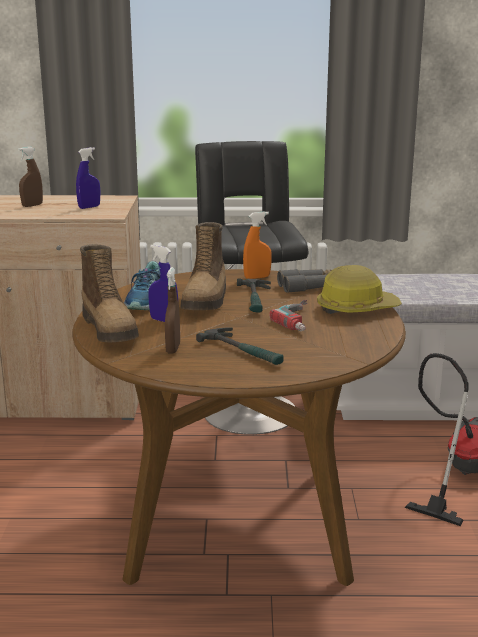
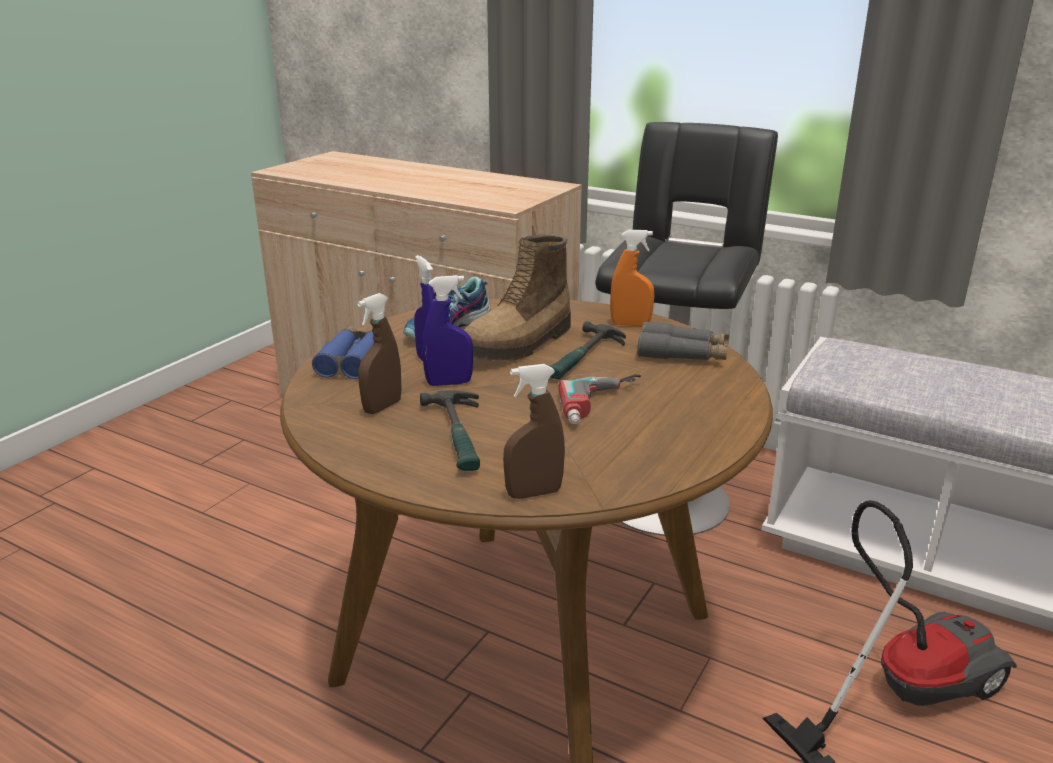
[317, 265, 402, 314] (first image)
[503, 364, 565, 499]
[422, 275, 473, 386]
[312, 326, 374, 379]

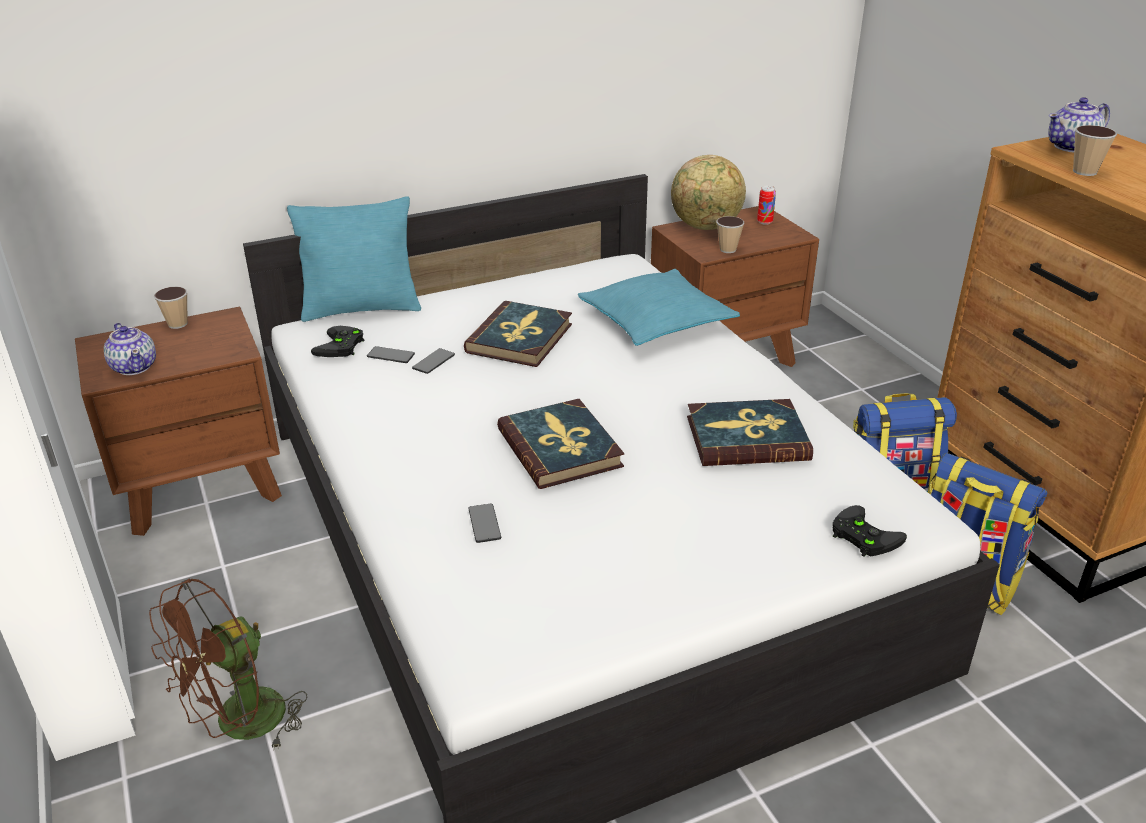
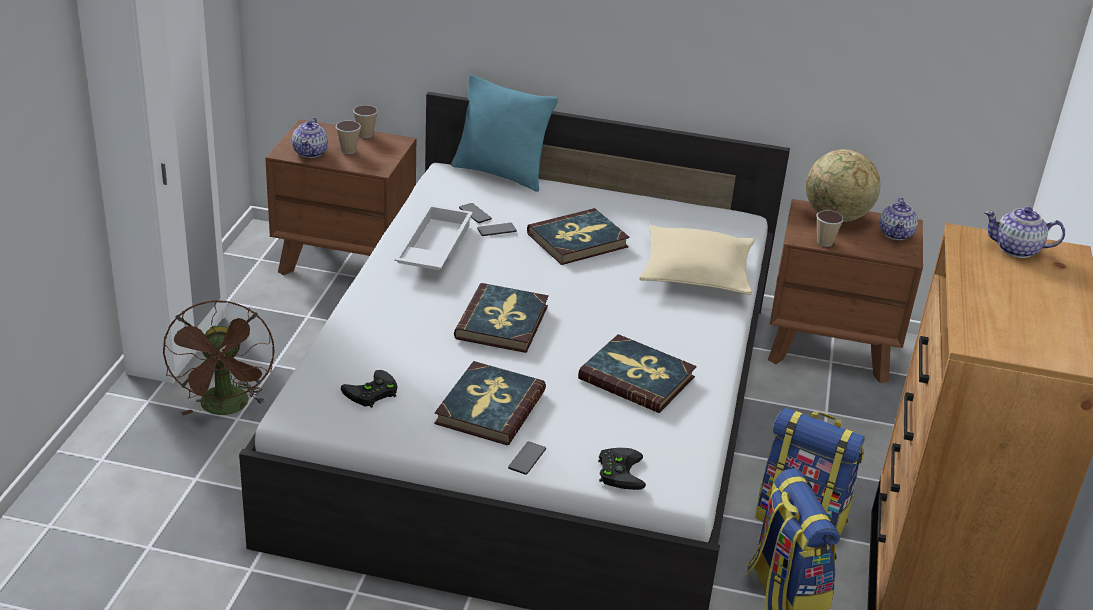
[394, 205, 473, 270]
[434, 361, 546, 445]
[341, 370, 398, 408]
[508, 441, 546, 475]
[335, 121, 361, 154]
[879, 198, 918, 240]
[639, 225, 755, 295]
[163, 300, 275, 415]

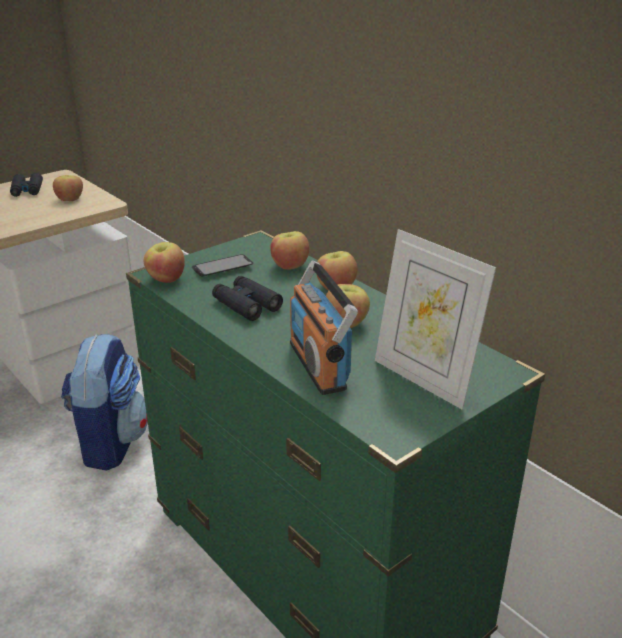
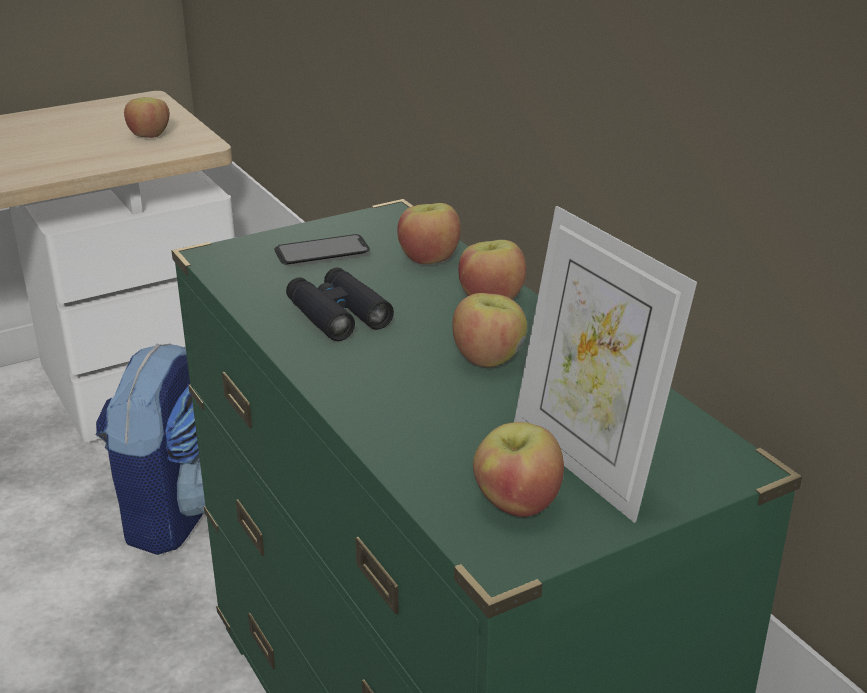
[10, 173, 43, 197] (first image)
[290, 260, 358, 395] (first image)
[473, 422, 564, 517]

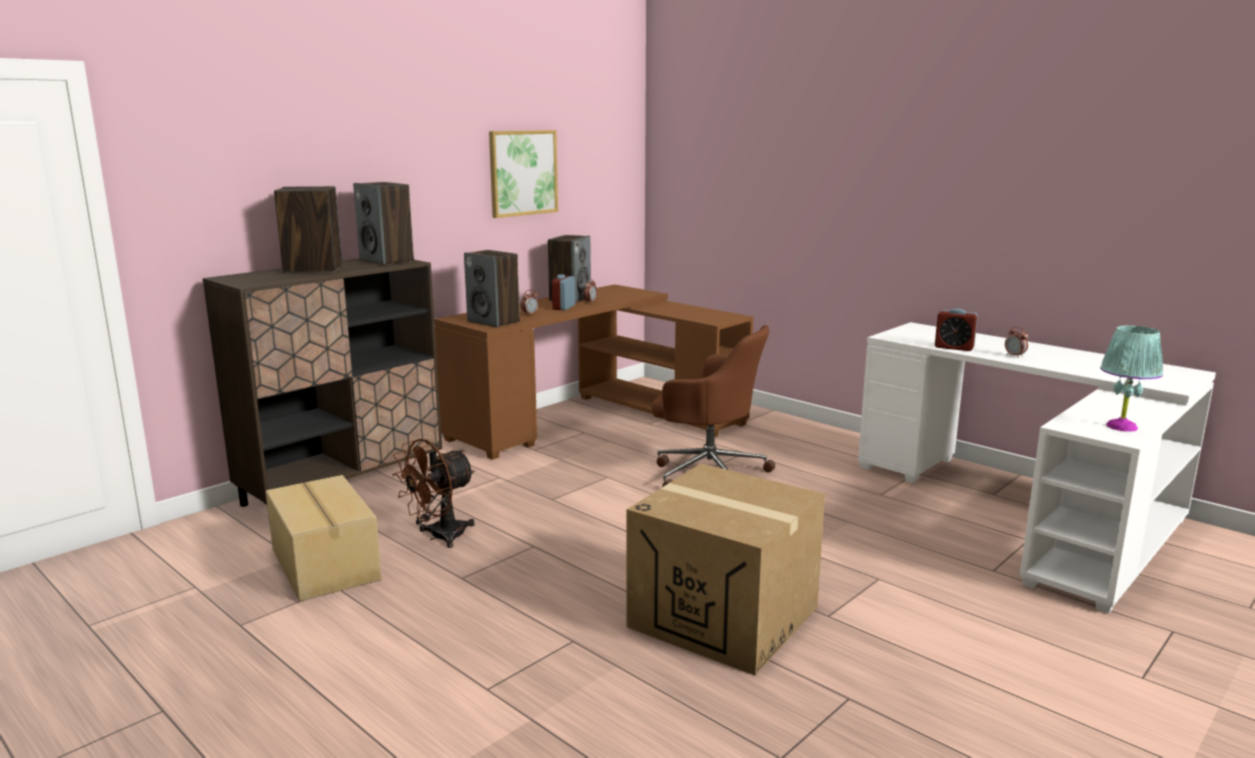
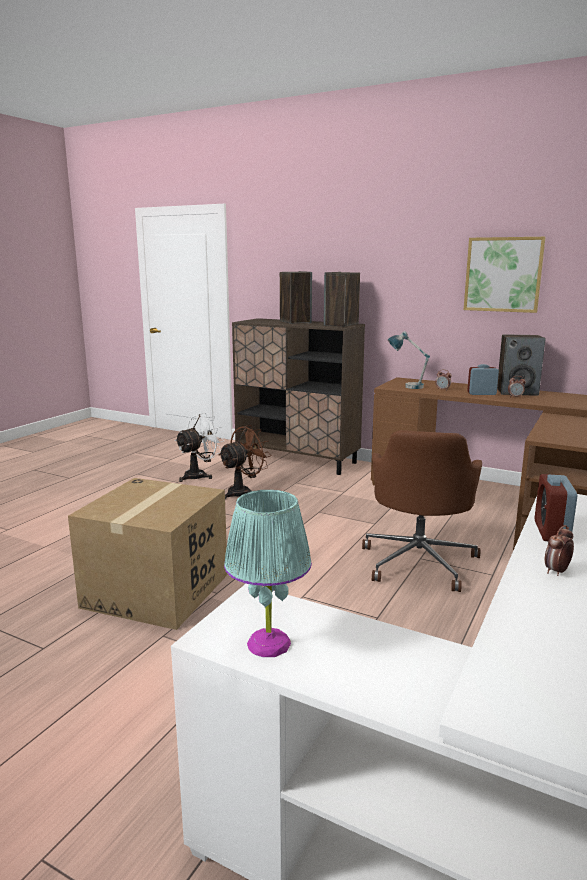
[175, 413, 224, 482]
[388, 331, 430, 389]
[218, 425, 272, 499]

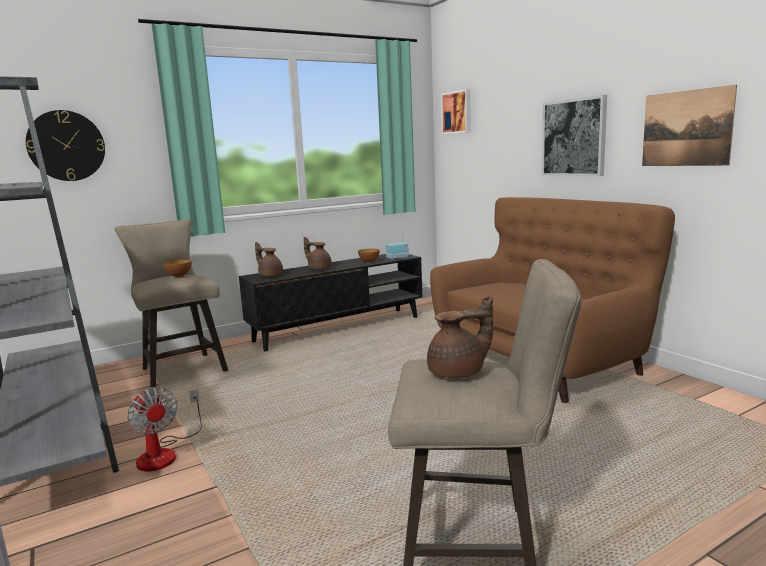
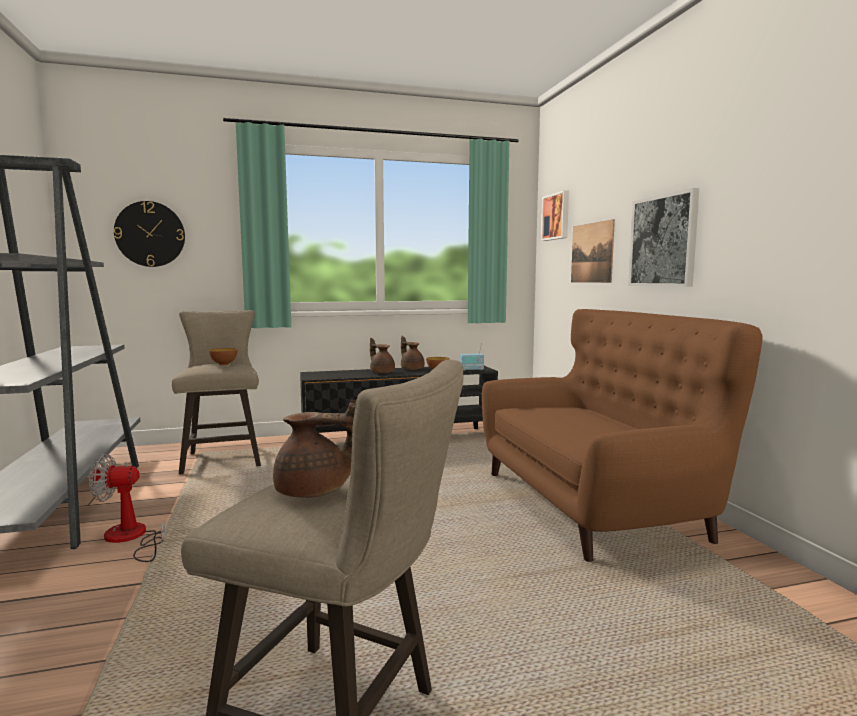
[401, 336, 425, 370]
[571, 219, 615, 283]
[89, 454, 165, 562]

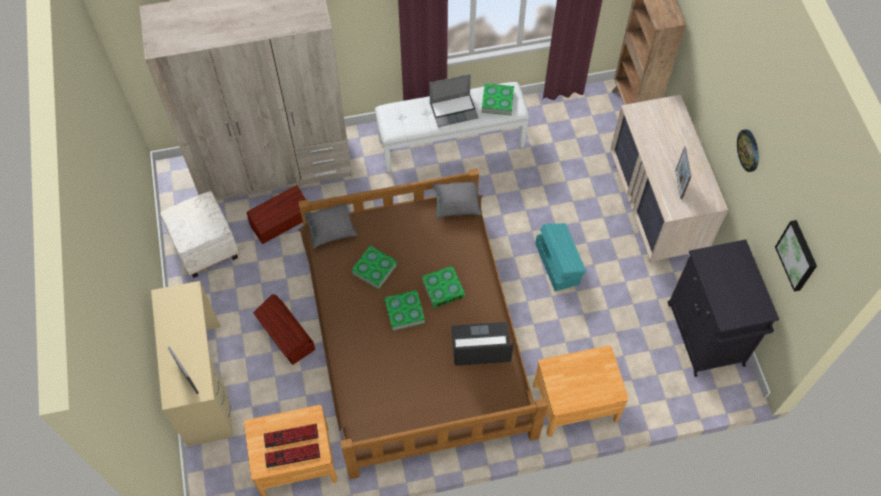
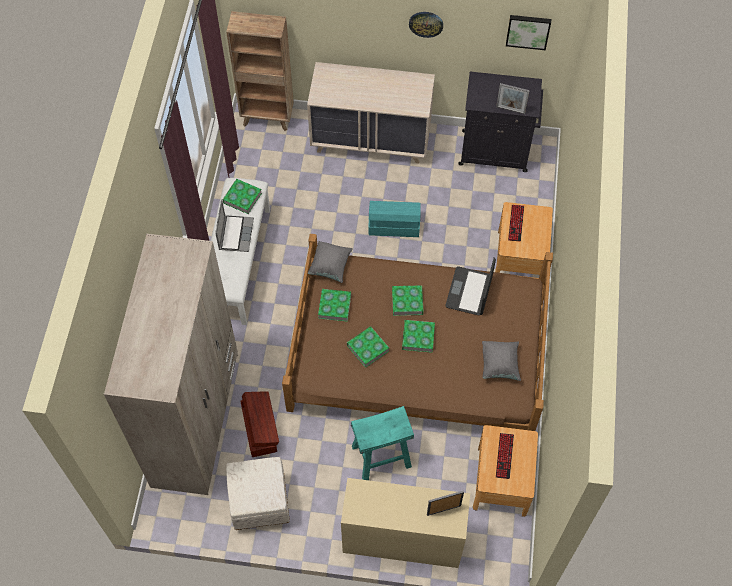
[318, 289, 351, 322]
[508, 205, 524, 241]
[482, 341, 521, 381]
[496, 83, 530, 114]
[351, 406, 414, 480]

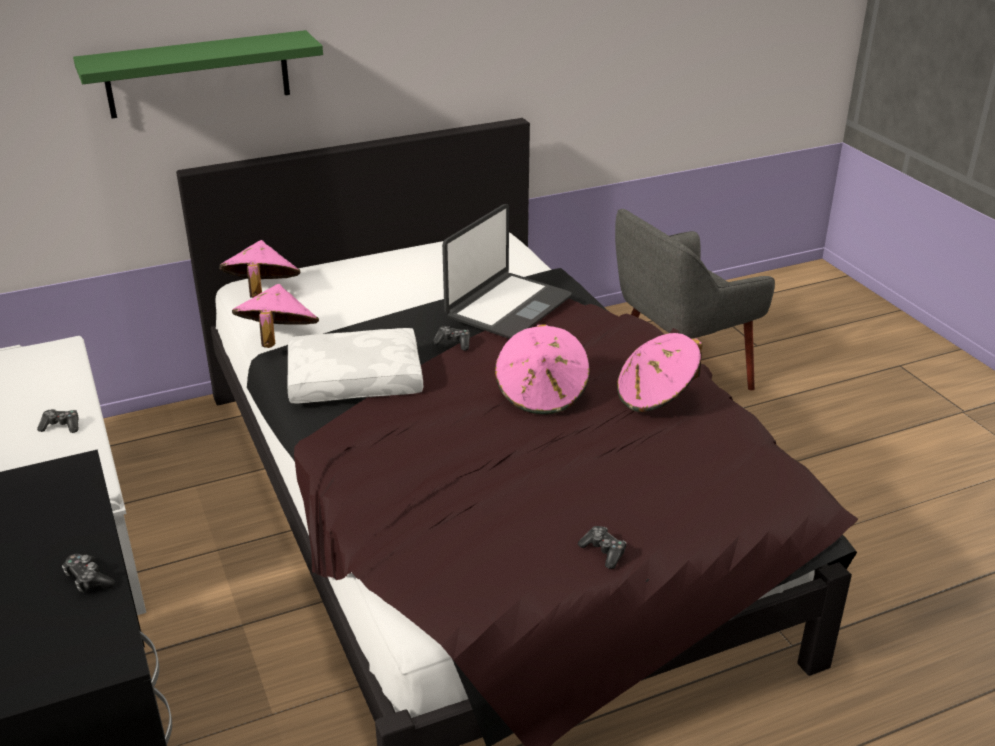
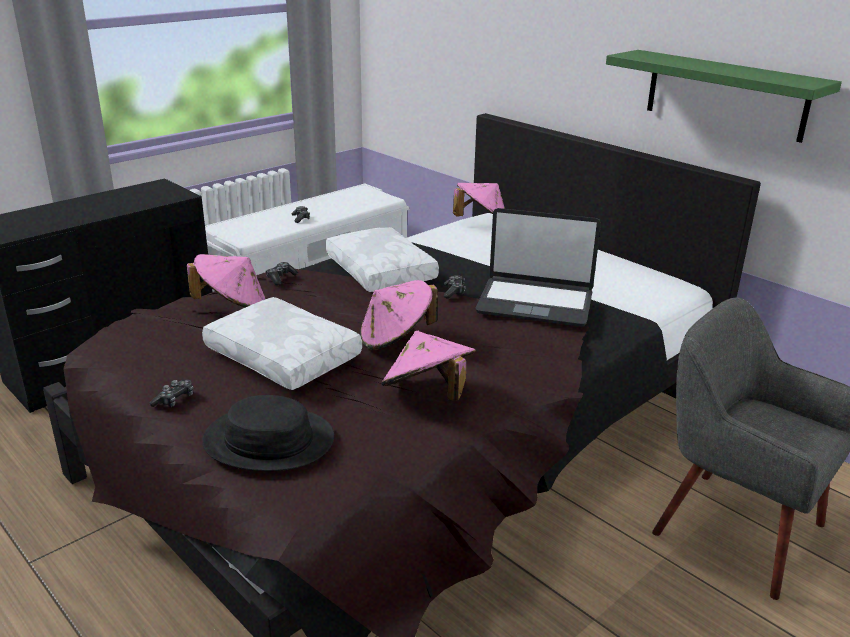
[202, 297, 362, 390]
[202, 395, 334, 471]
[265, 262, 298, 285]
[606, 50, 842, 143]
[187, 254, 266, 308]

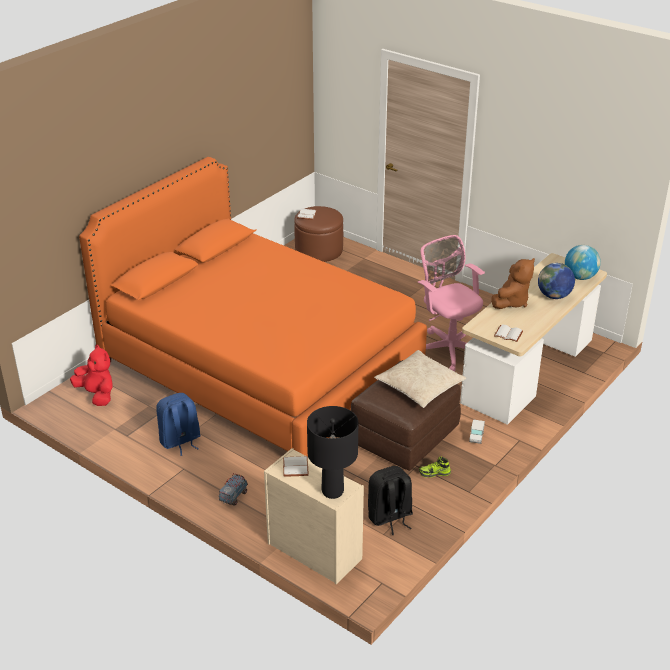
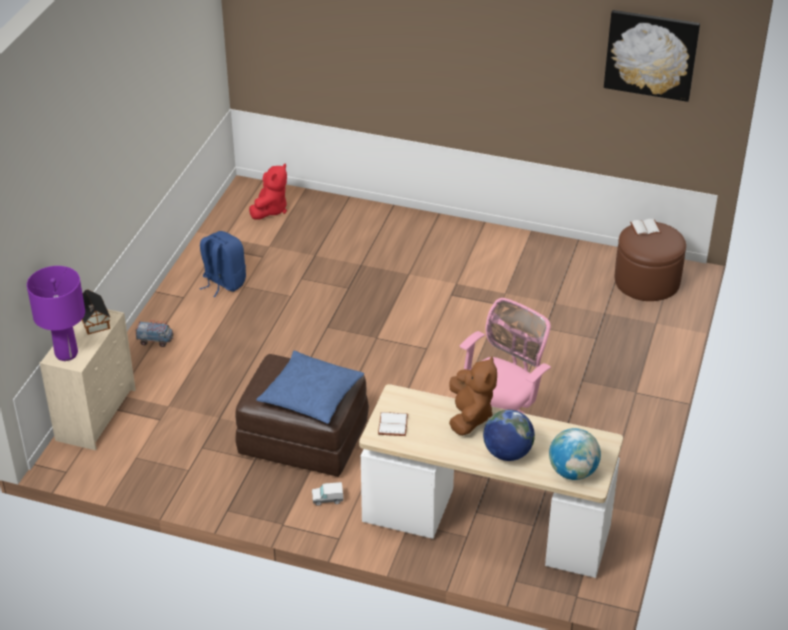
[79, 157, 427, 456] (first image)
[368, 466, 413, 535] (first image)
[419, 457, 451, 478] (first image)
[604, 10, 700, 102]
[82, 289, 111, 334]
[27, 266, 85, 361]
[256, 351, 364, 424]
[449, 356, 497, 436]

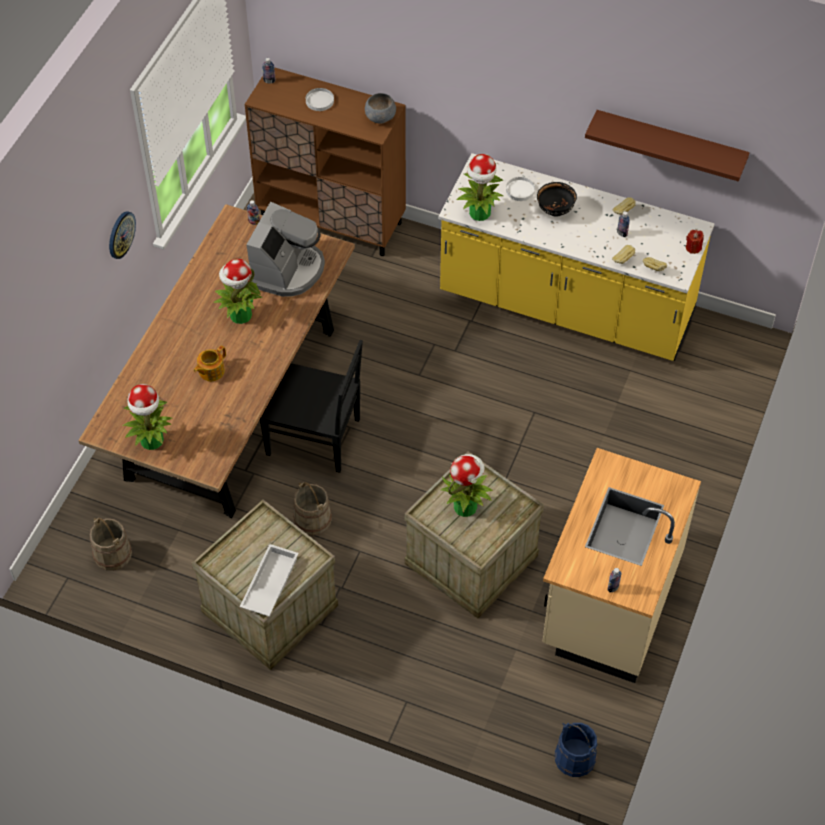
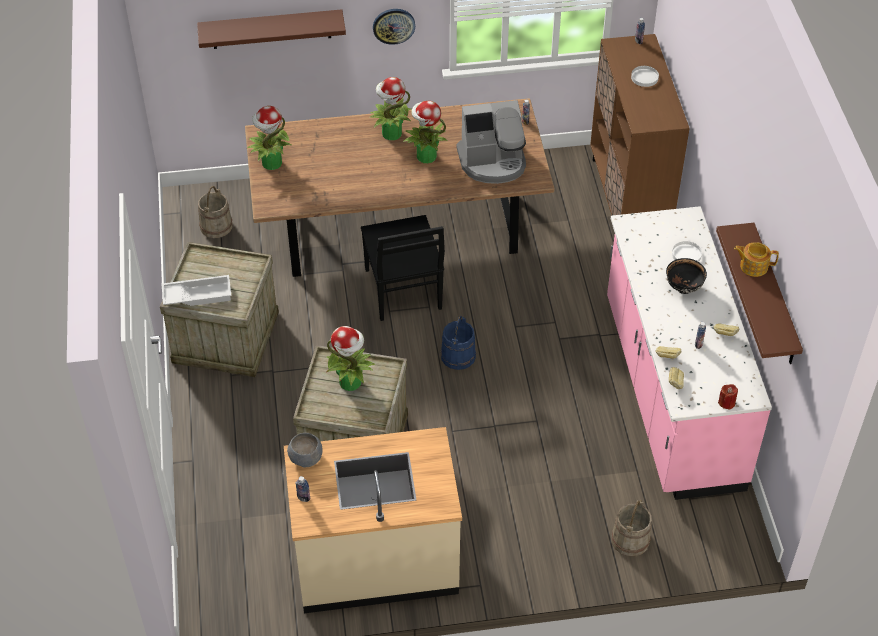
[197, 9, 346, 49]
[734, 242, 779, 277]
[611, 500, 652, 556]
[287, 433, 322, 467]
[369, 77, 411, 140]
[441, 316, 476, 370]
[607, 206, 772, 500]

